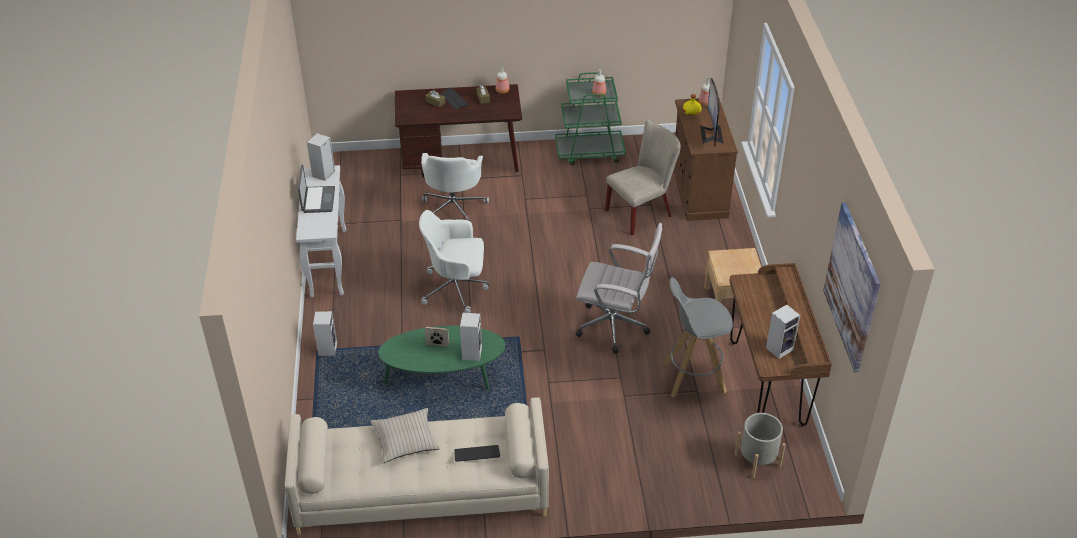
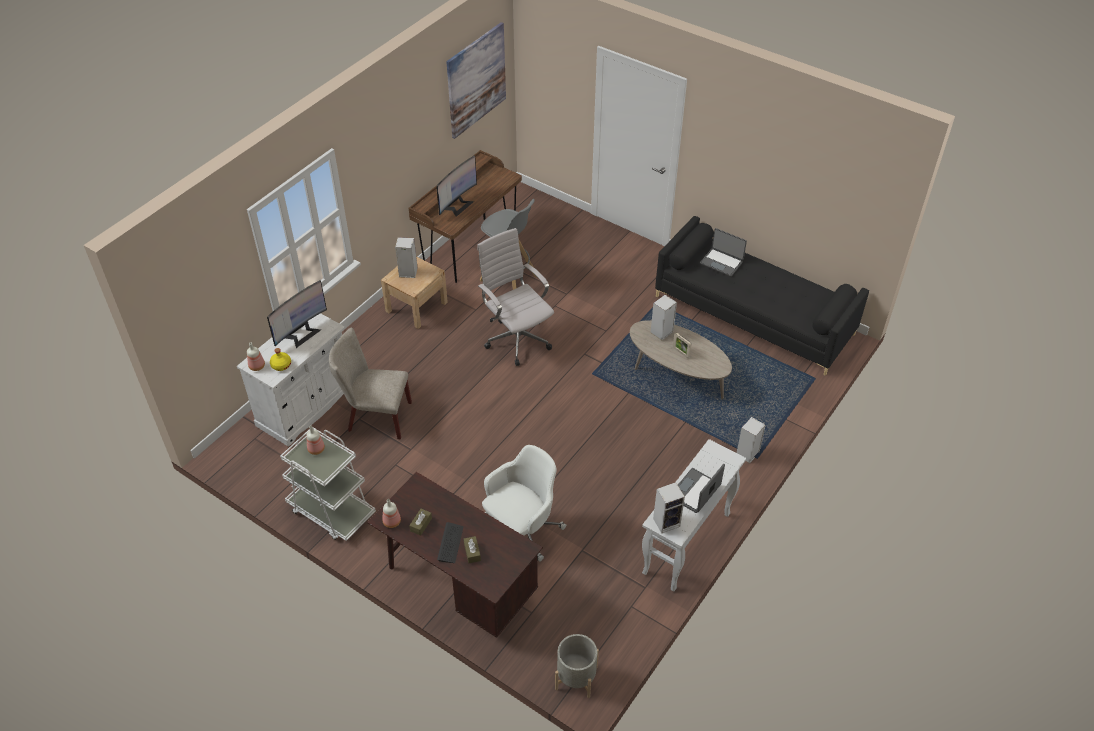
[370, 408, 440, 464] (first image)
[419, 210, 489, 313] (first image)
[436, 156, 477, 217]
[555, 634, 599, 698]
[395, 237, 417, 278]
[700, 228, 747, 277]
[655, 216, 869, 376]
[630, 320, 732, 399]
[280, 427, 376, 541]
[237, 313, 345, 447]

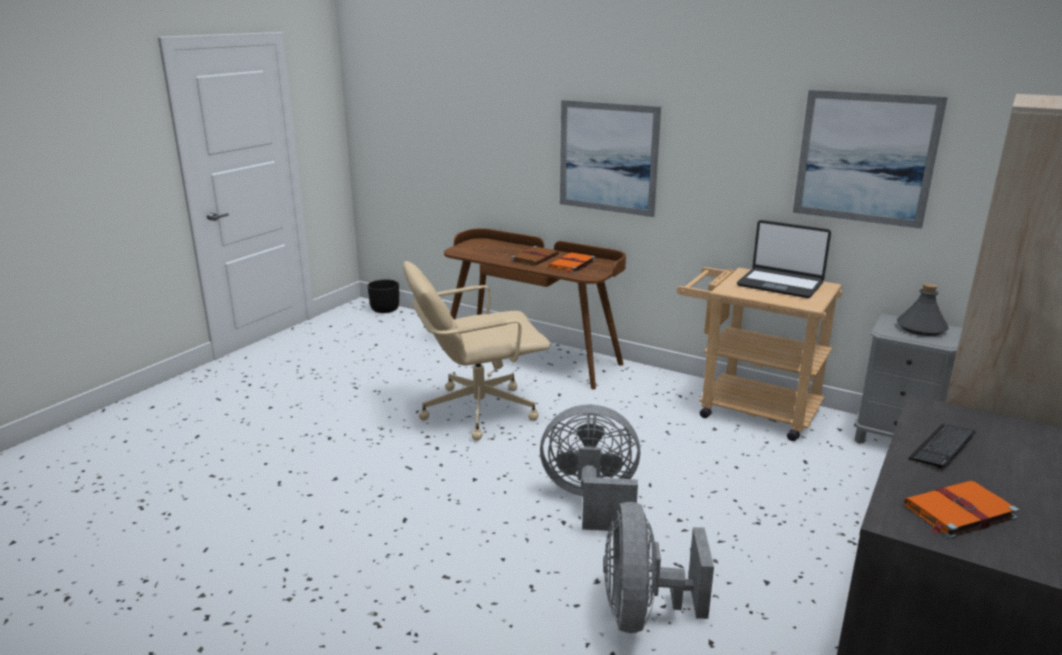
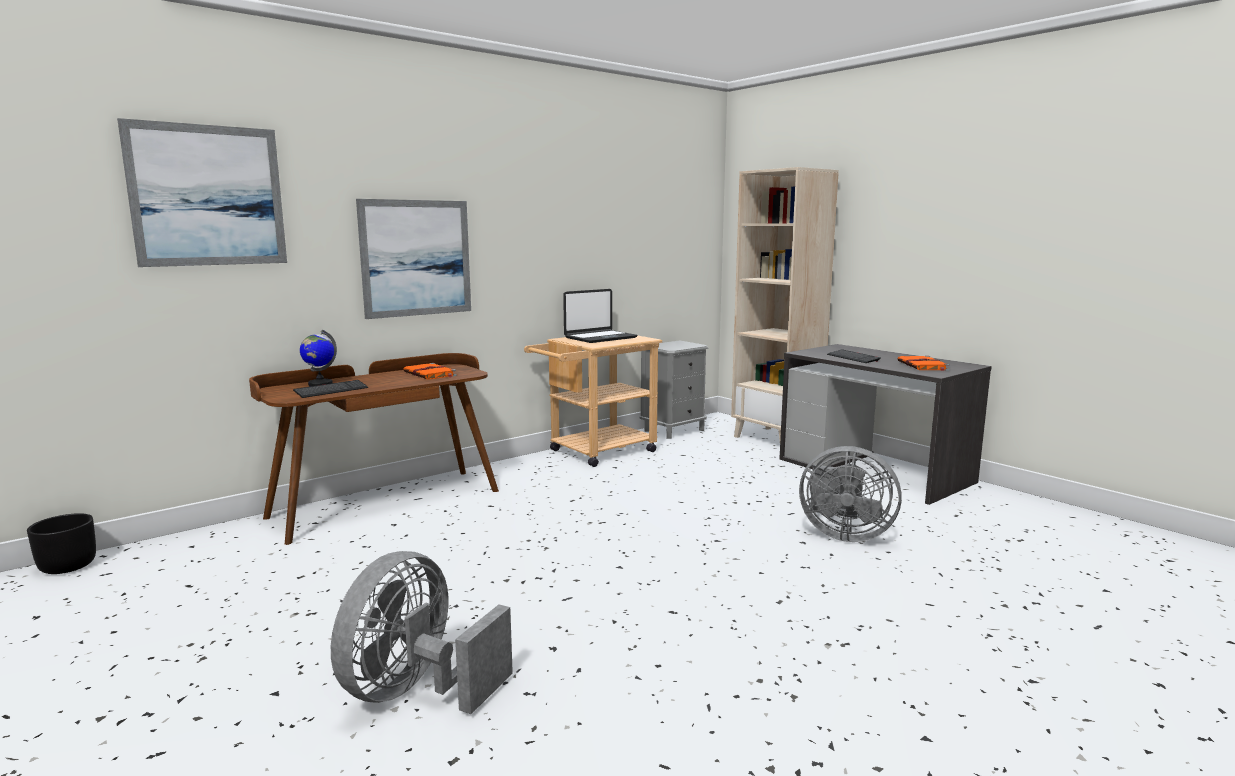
[403, 261, 551, 441] (first image)
[511, 246, 559, 266] (first image)
[897, 283, 949, 336] (first image)
[293, 380, 368, 398]
[300, 330, 337, 387]
[331, 551, 513, 714]
[117, 118, 287, 267]

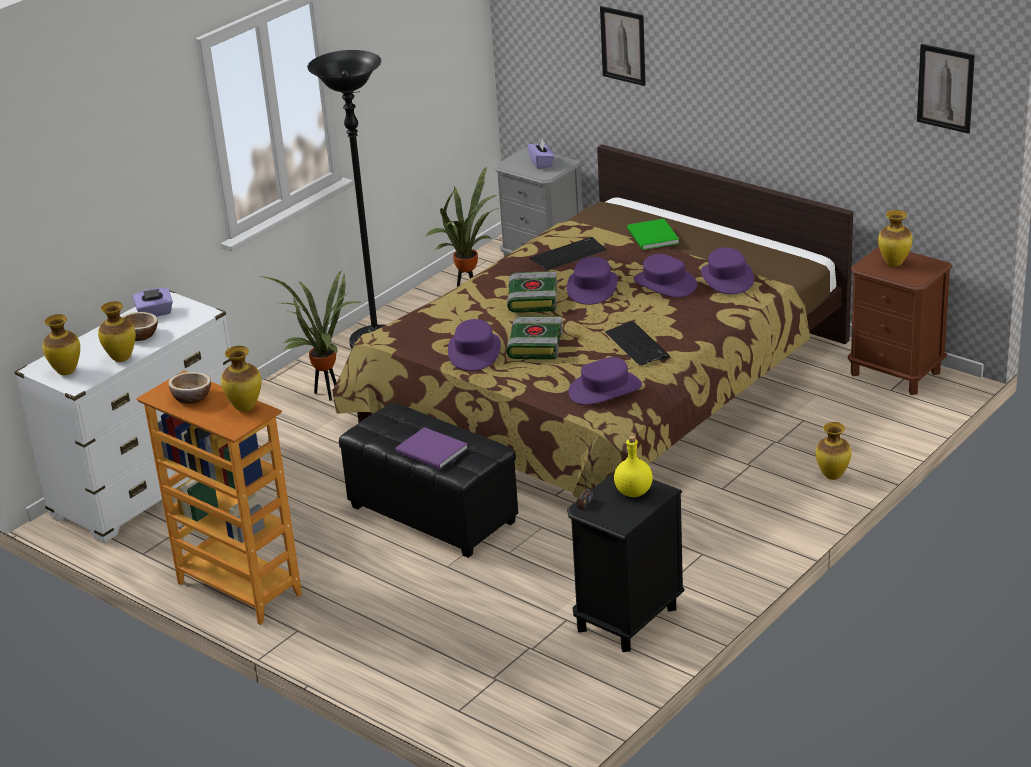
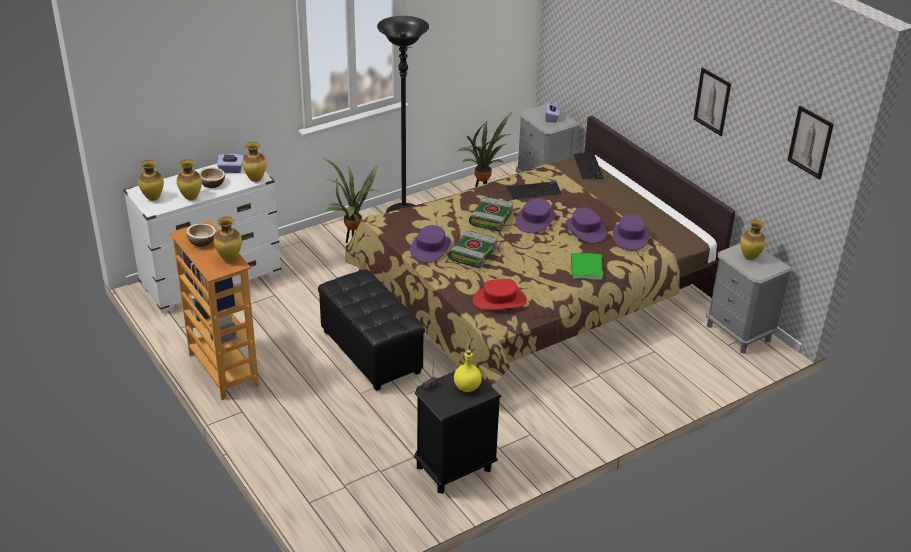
[395, 427, 468, 469] (first image)
[694, 68, 731, 136]
[574, 152, 603, 179]
[571, 253, 603, 280]
[242, 142, 267, 182]
[473, 279, 527, 310]
[706, 244, 792, 354]

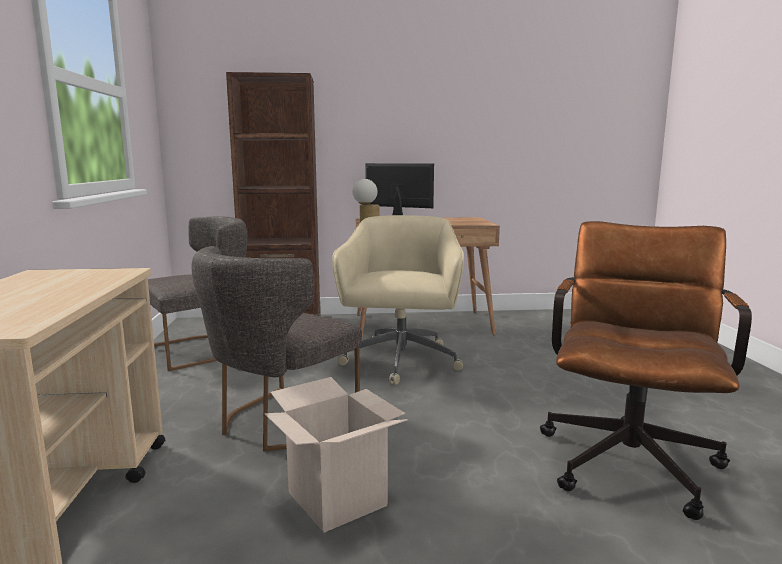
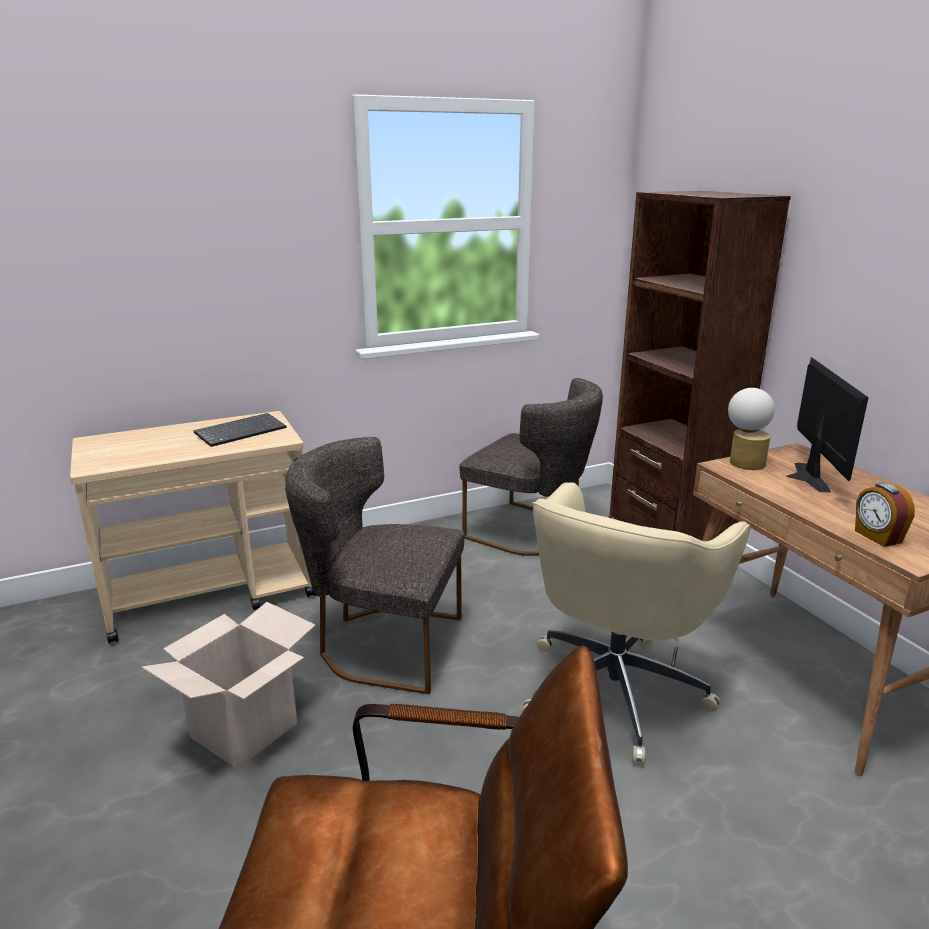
[194, 413, 286, 447]
[855, 483, 915, 547]
[522, 482, 751, 765]

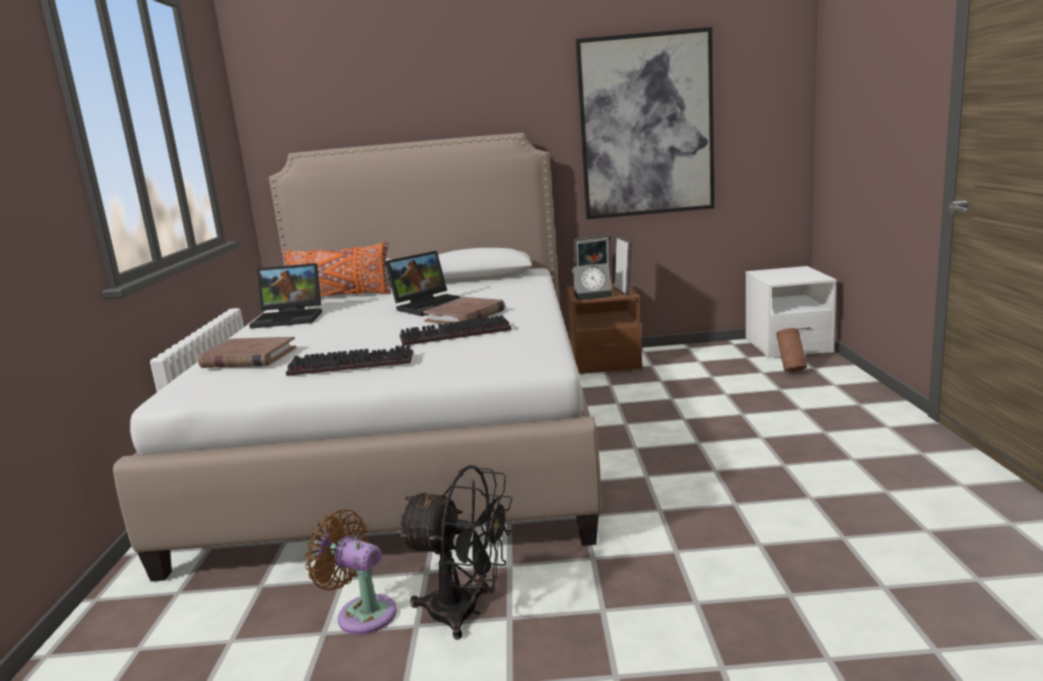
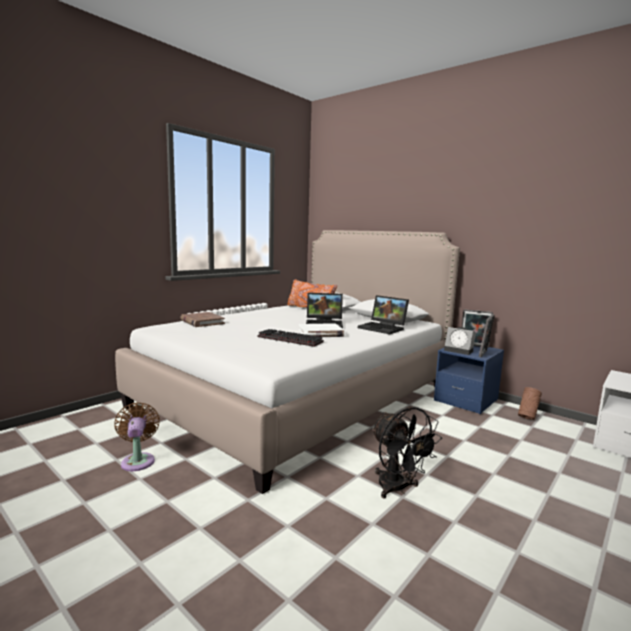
[286, 344, 413, 376] (first image)
[576, 27, 715, 219] (first image)
[358, 295, 409, 334]
[371, 407, 442, 499]
[518, 387, 542, 420]
[299, 323, 345, 337]
[434, 346, 504, 414]

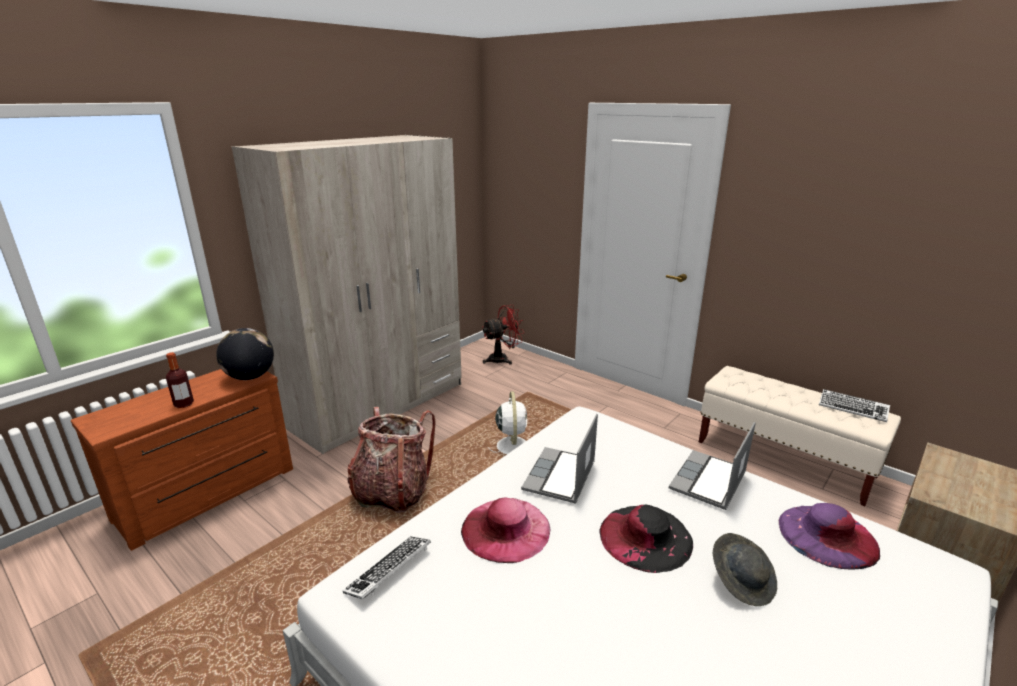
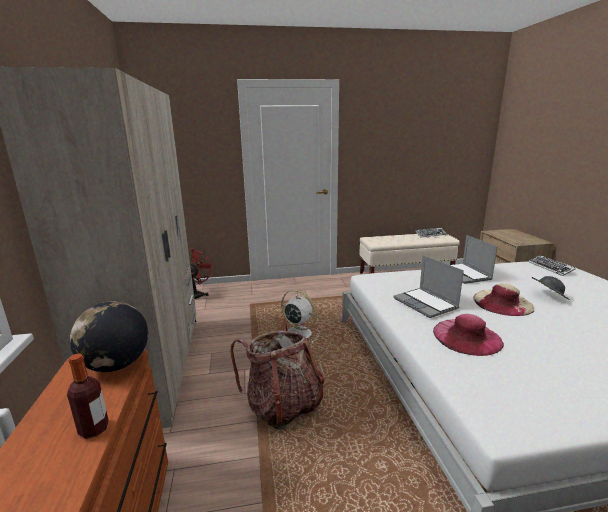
[779, 503, 880, 570] (first image)
[528, 255, 576, 276]
[473, 283, 535, 316]

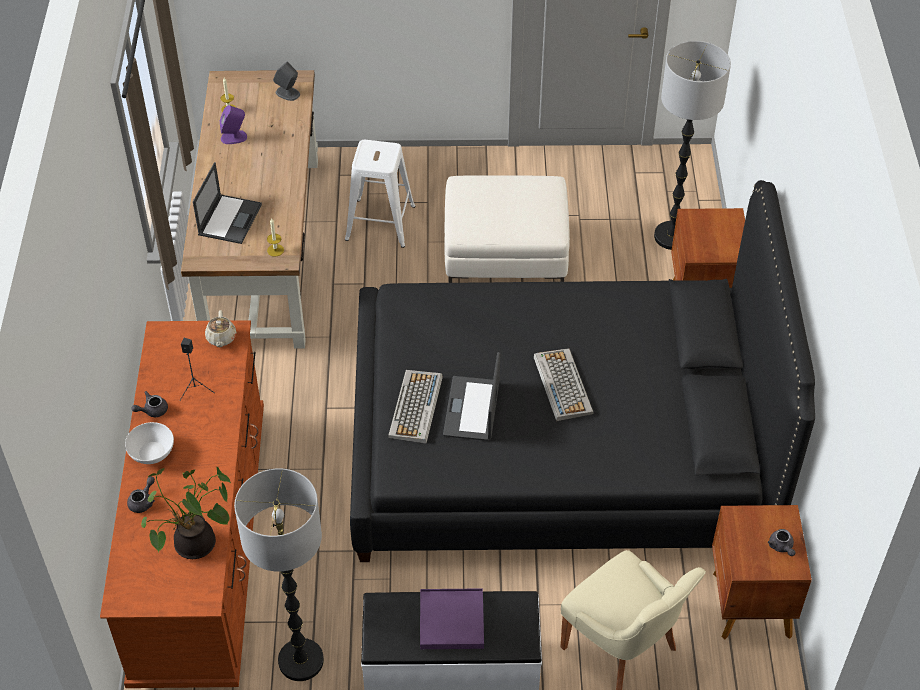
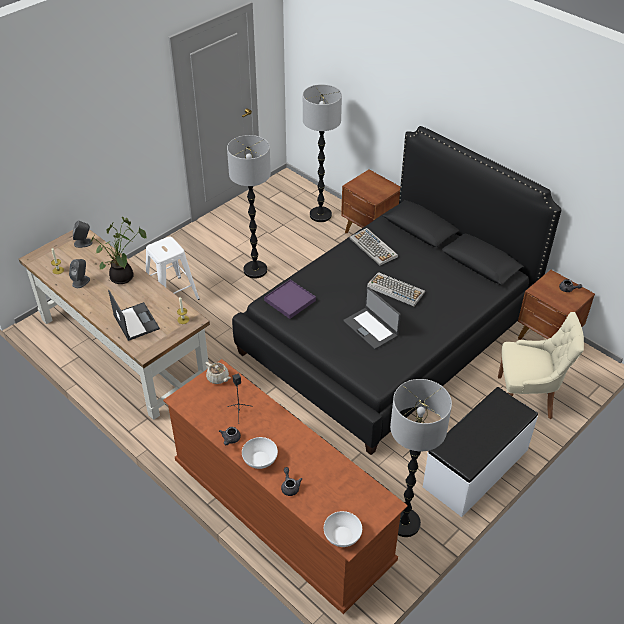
[324, 511, 362, 547]
[90, 217, 146, 284]
[350, 228, 398, 266]
[264, 279, 316, 319]
[227, 135, 271, 279]
[69, 259, 90, 288]

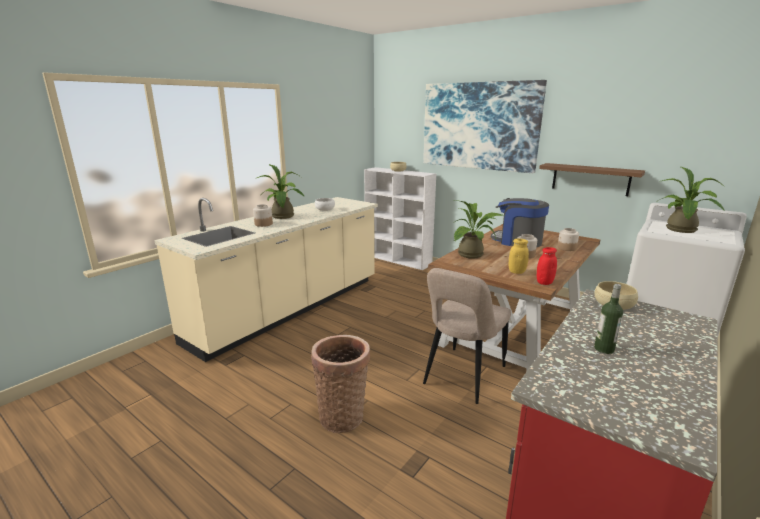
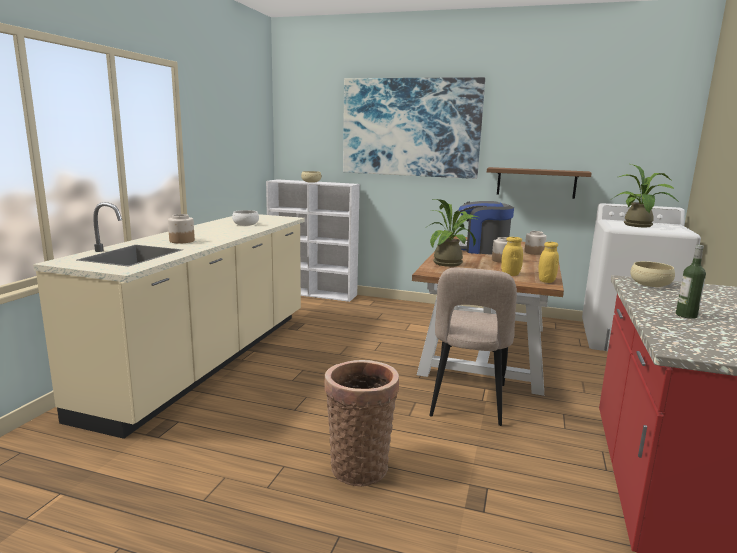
[255, 164, 304, 219] (first image)
[538, 242, 559, 283]

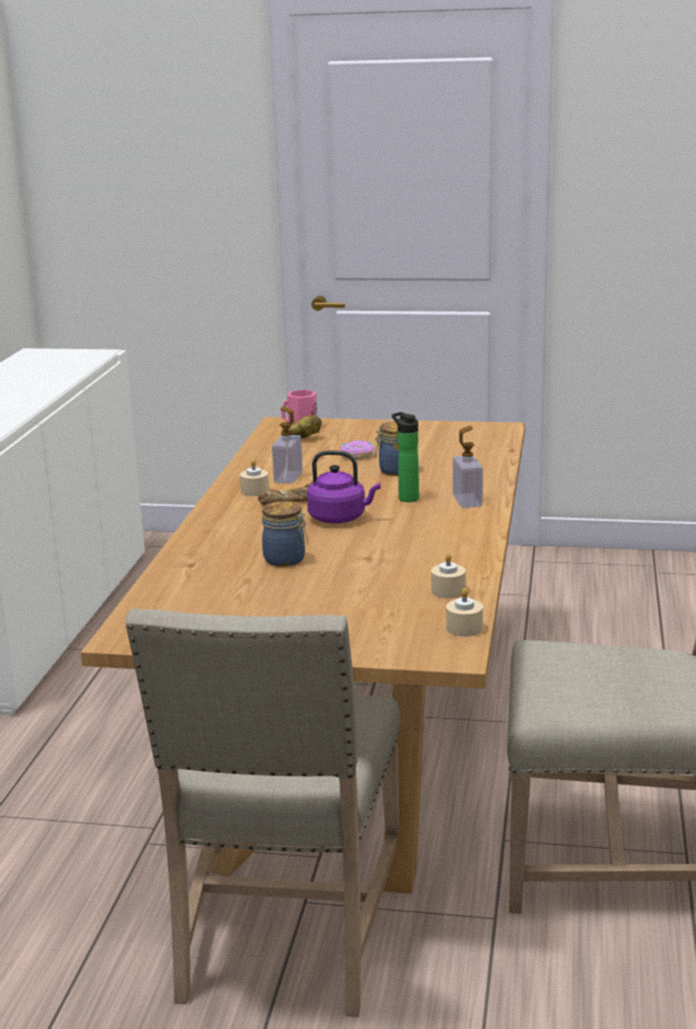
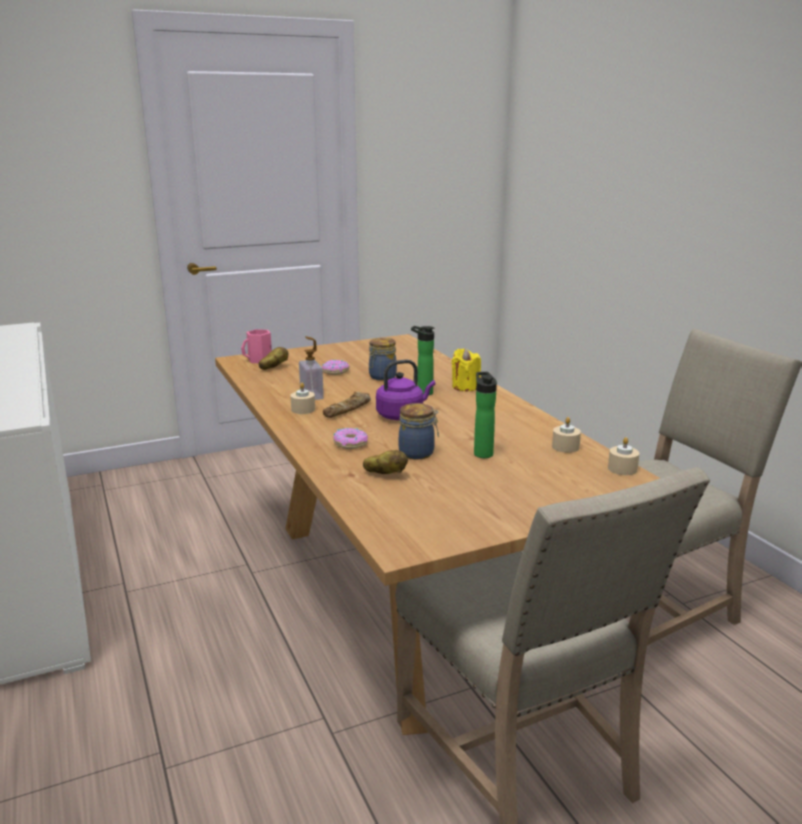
[333, 428, 368, 449]
[363, 450, 408, 474]
[474, 372, 497, 458]
[452, 349, 481, 391]

